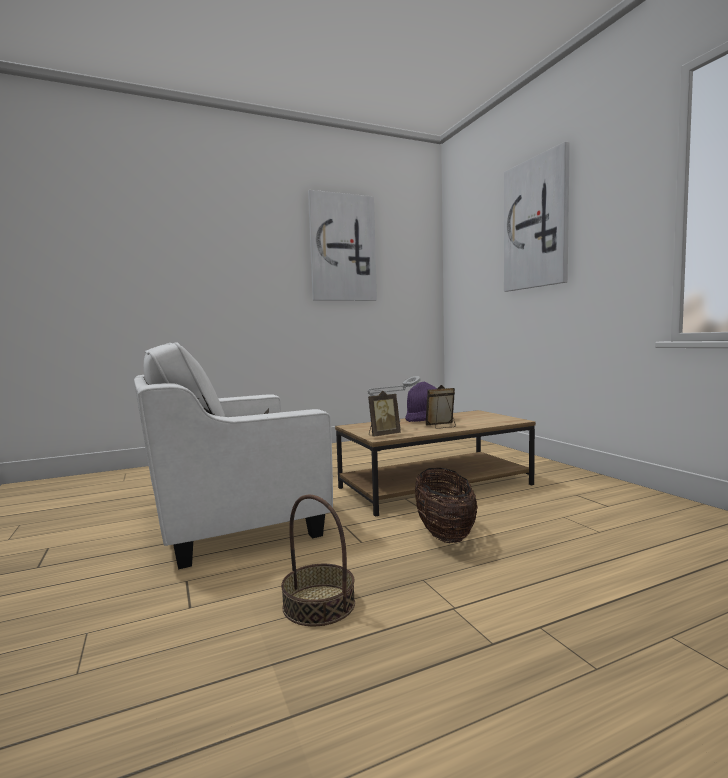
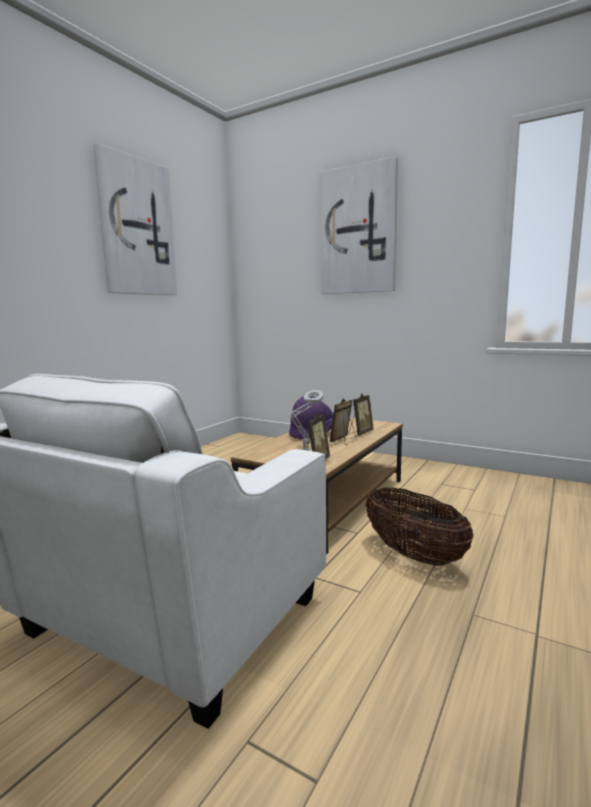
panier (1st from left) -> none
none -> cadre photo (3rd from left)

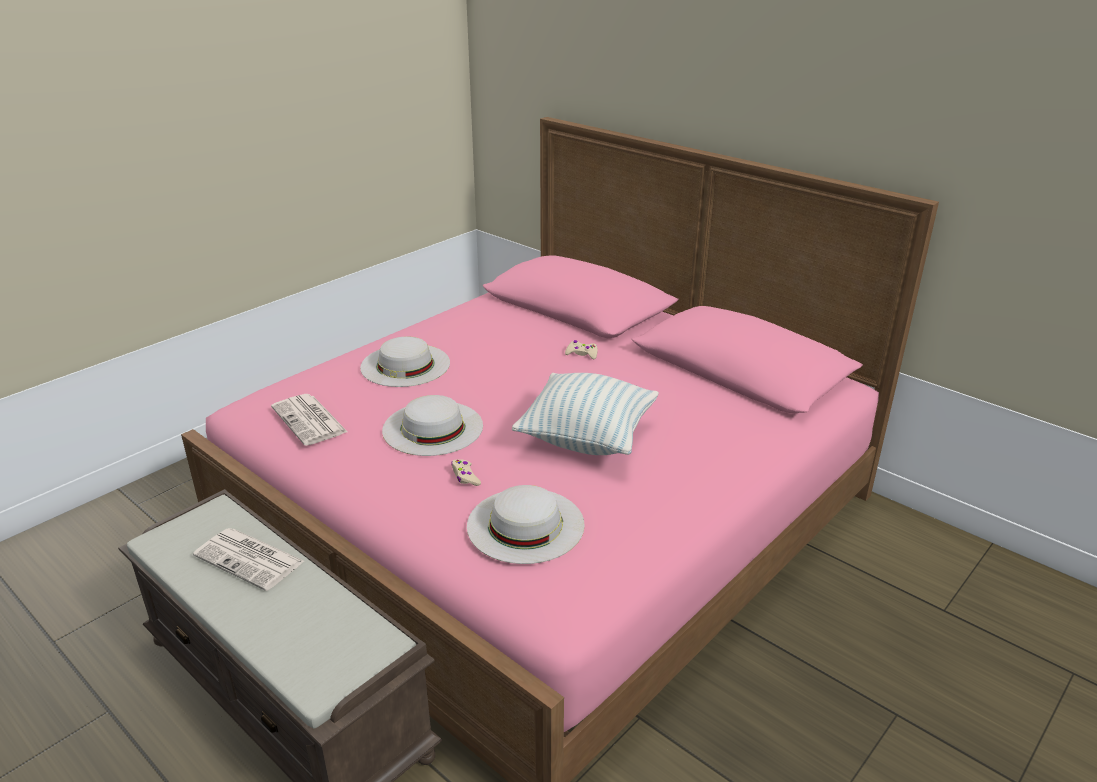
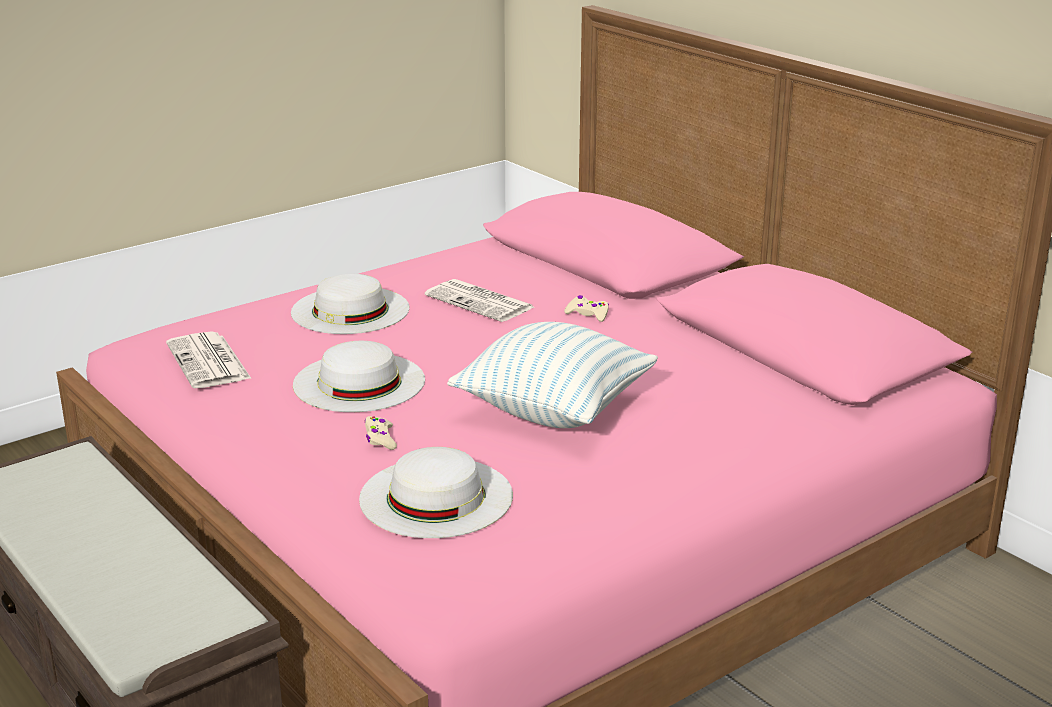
journal (1st from left in the first image) -> journal (2nd from left), moved

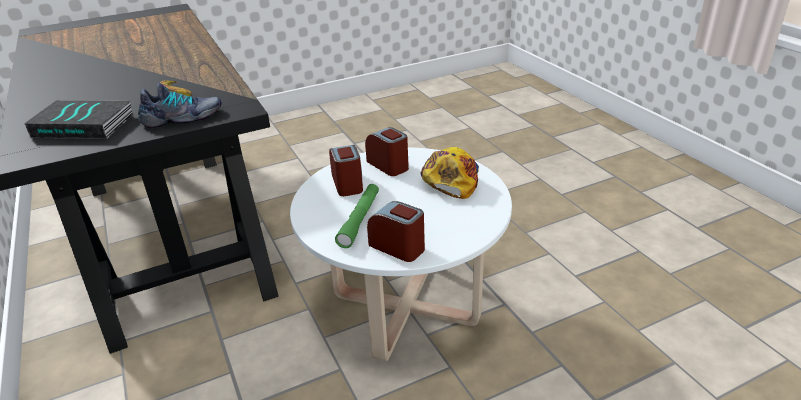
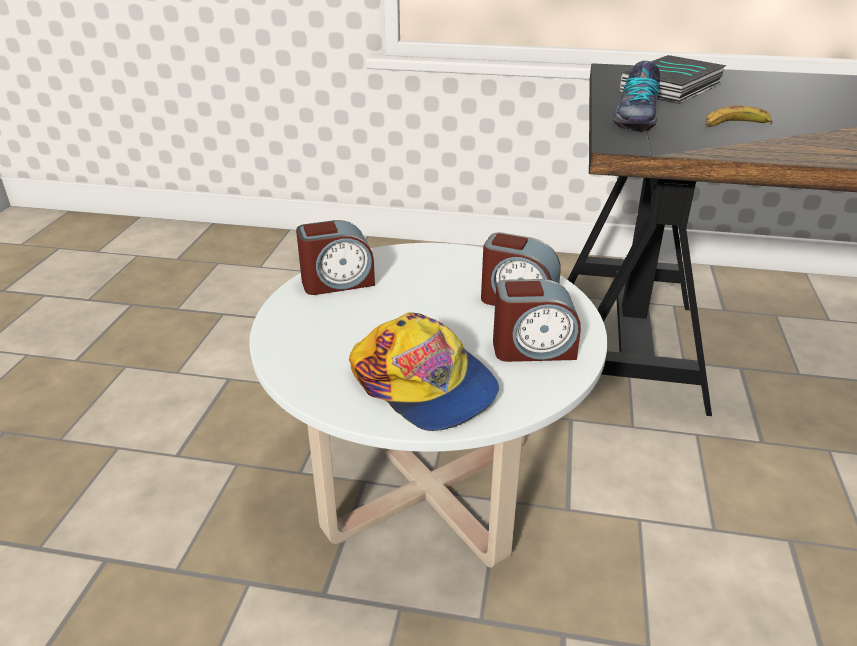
lampe de poche [vert] -> none

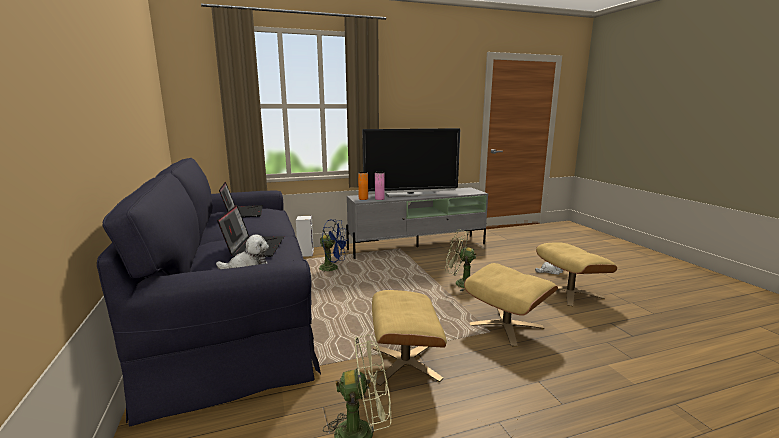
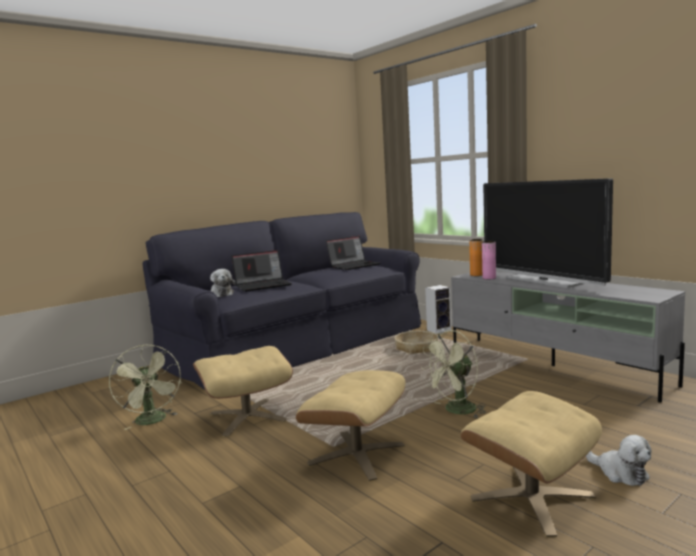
ventilateur [bleu] -> panier
ventilateur [vert] (2nd from left), 120 degrees counterclockwise

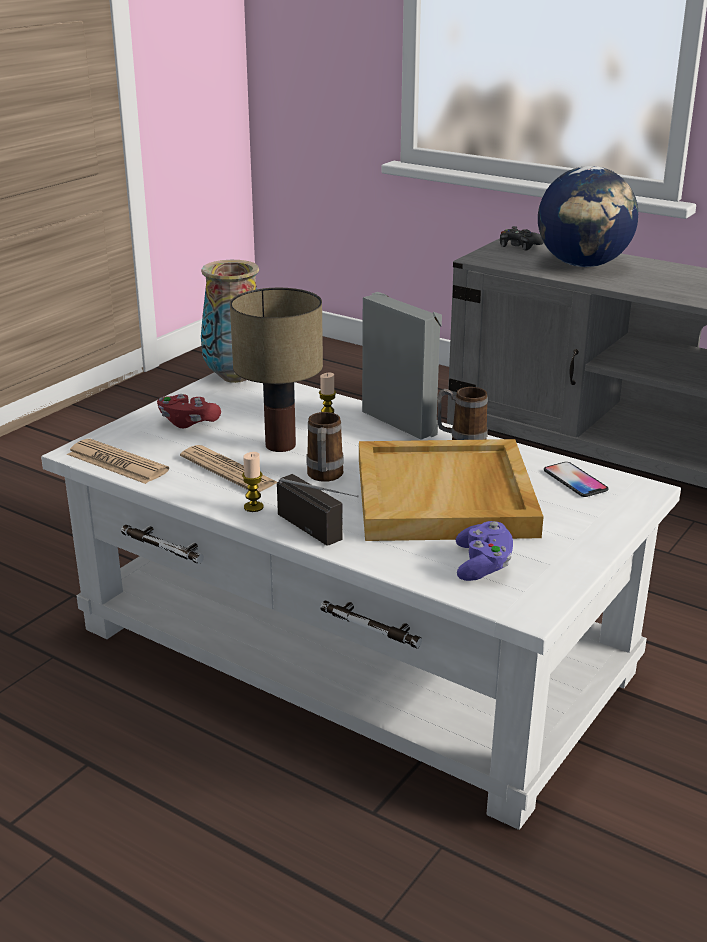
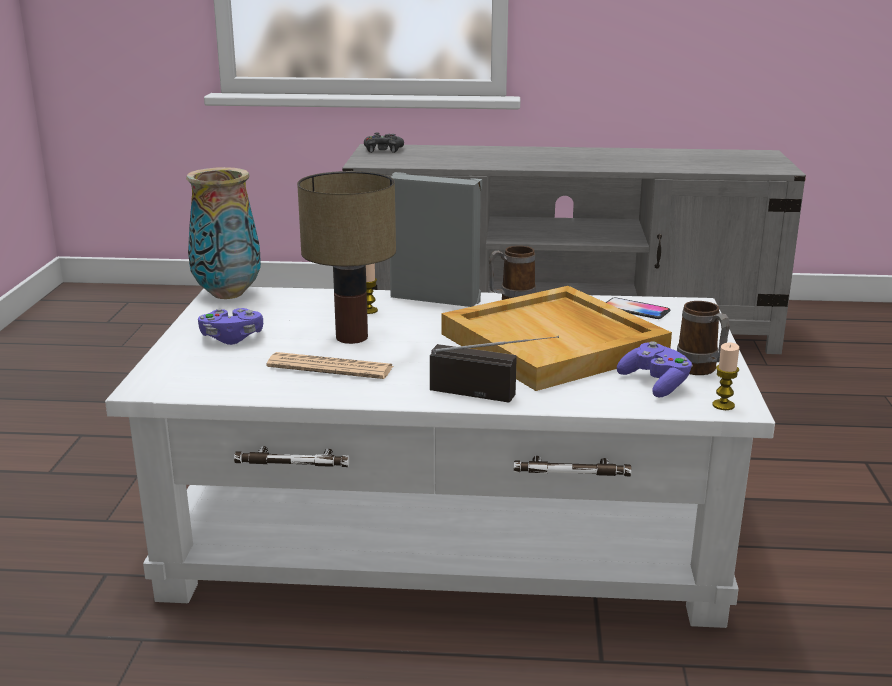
globe -> none
manette [rouge] -> manette [violet] (1st from left)
mug (1st from left in the first image) -> mug (2nd from left), moved
journal (1st from left) -> none
bougie (1st from left in the first image) -> bougie (2nd from left), moved

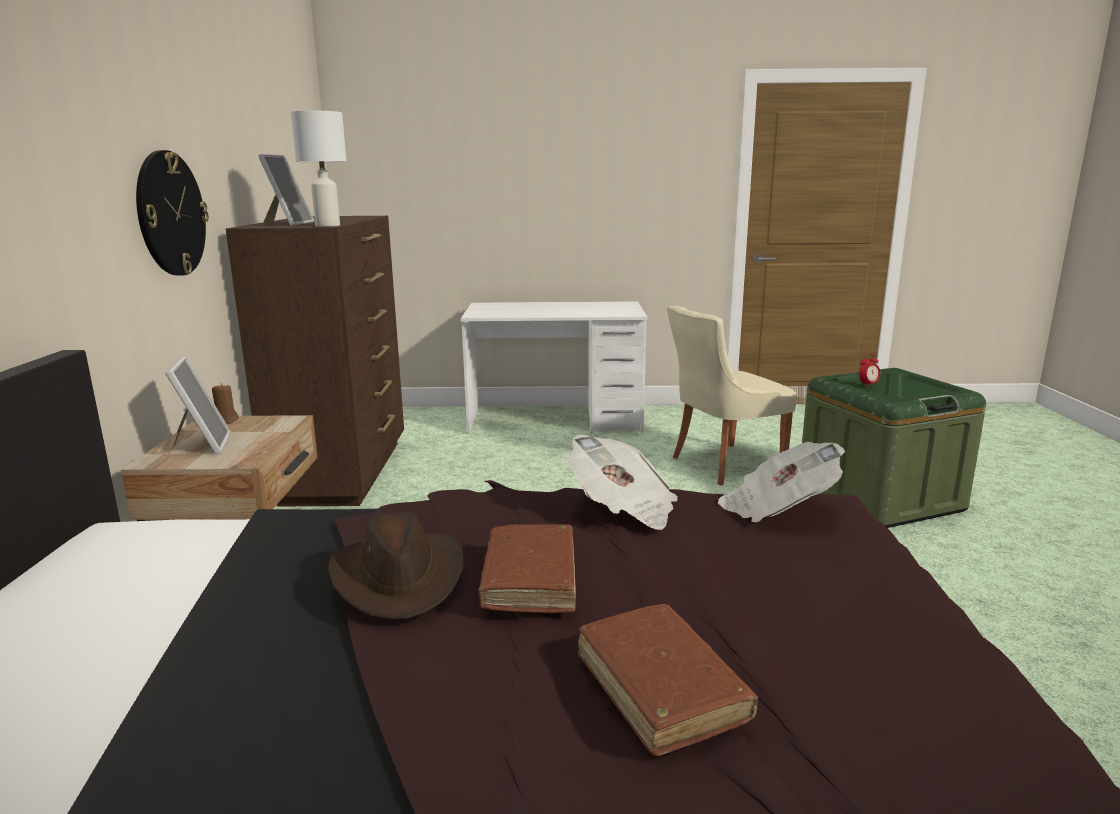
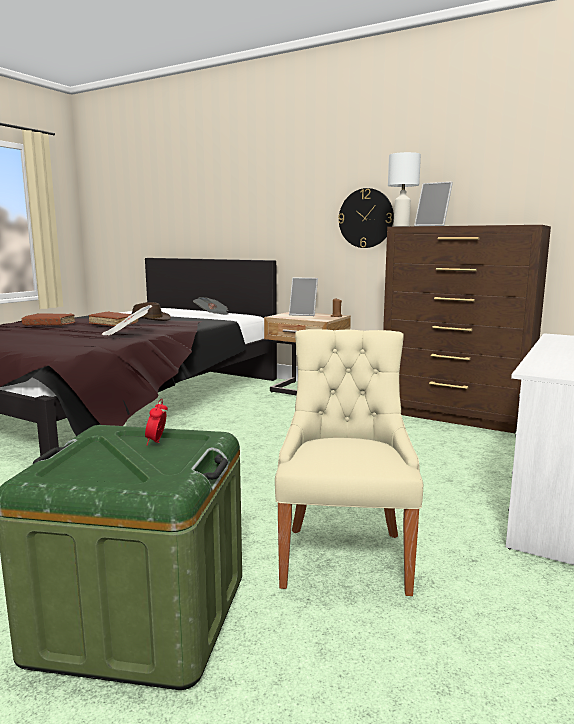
journal (2nd from left), moved

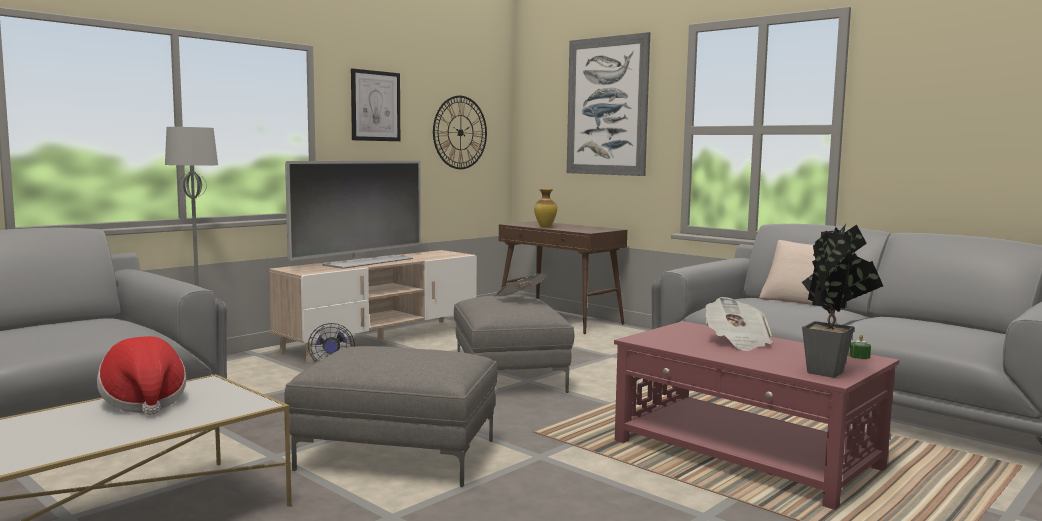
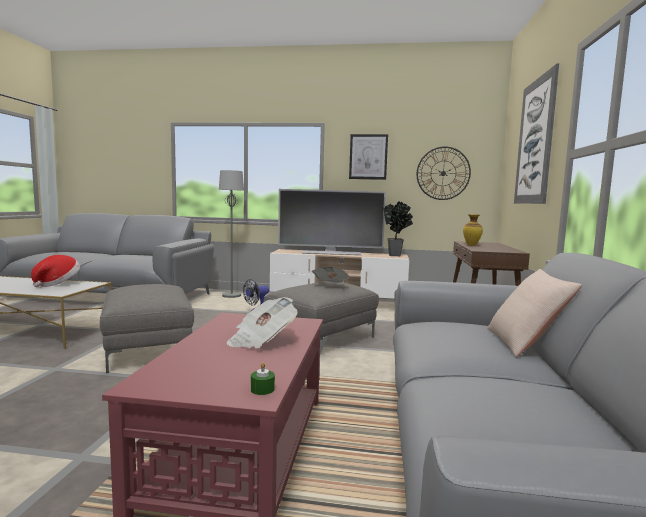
plante en pot, moved

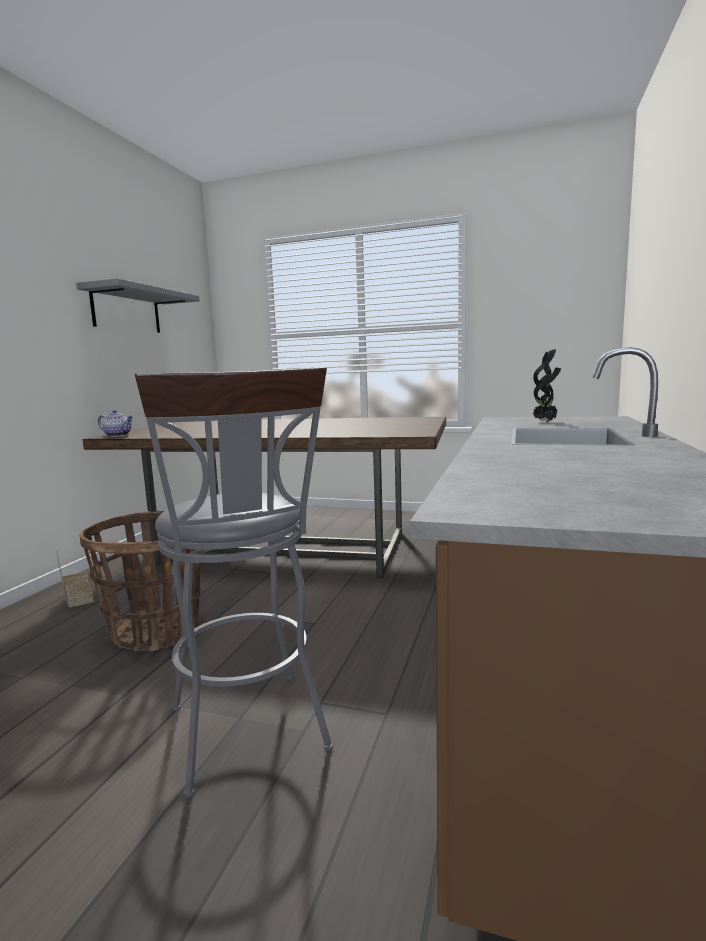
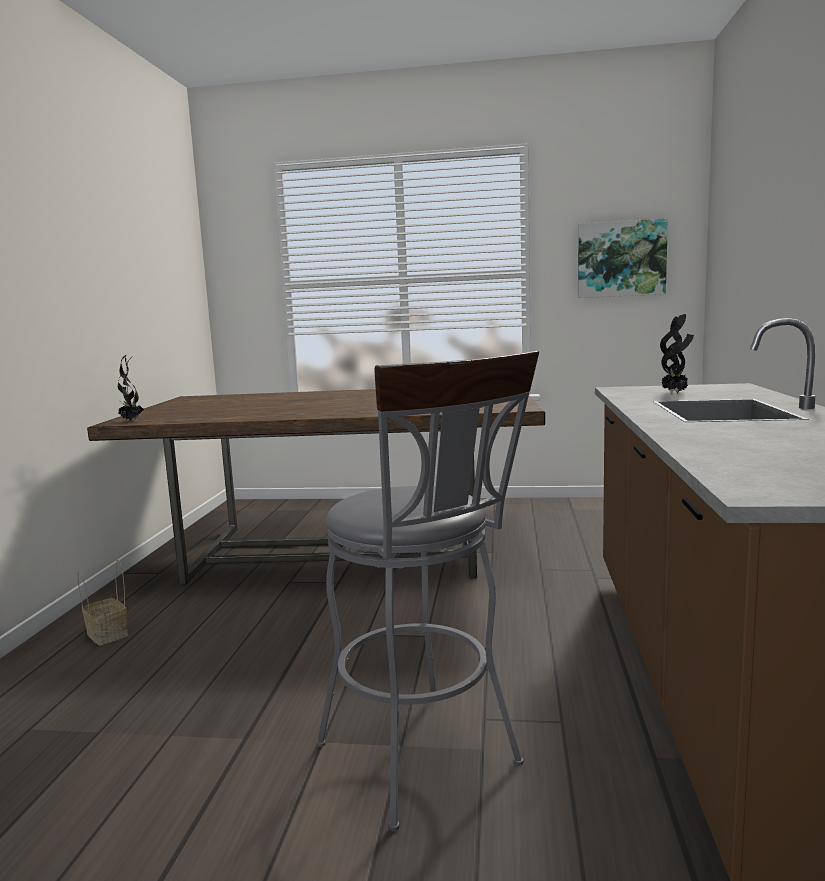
étagère [gris] -> none
théière -> plante en pot (1st from left)
panier (2nd from left) -> none
none -> tableau

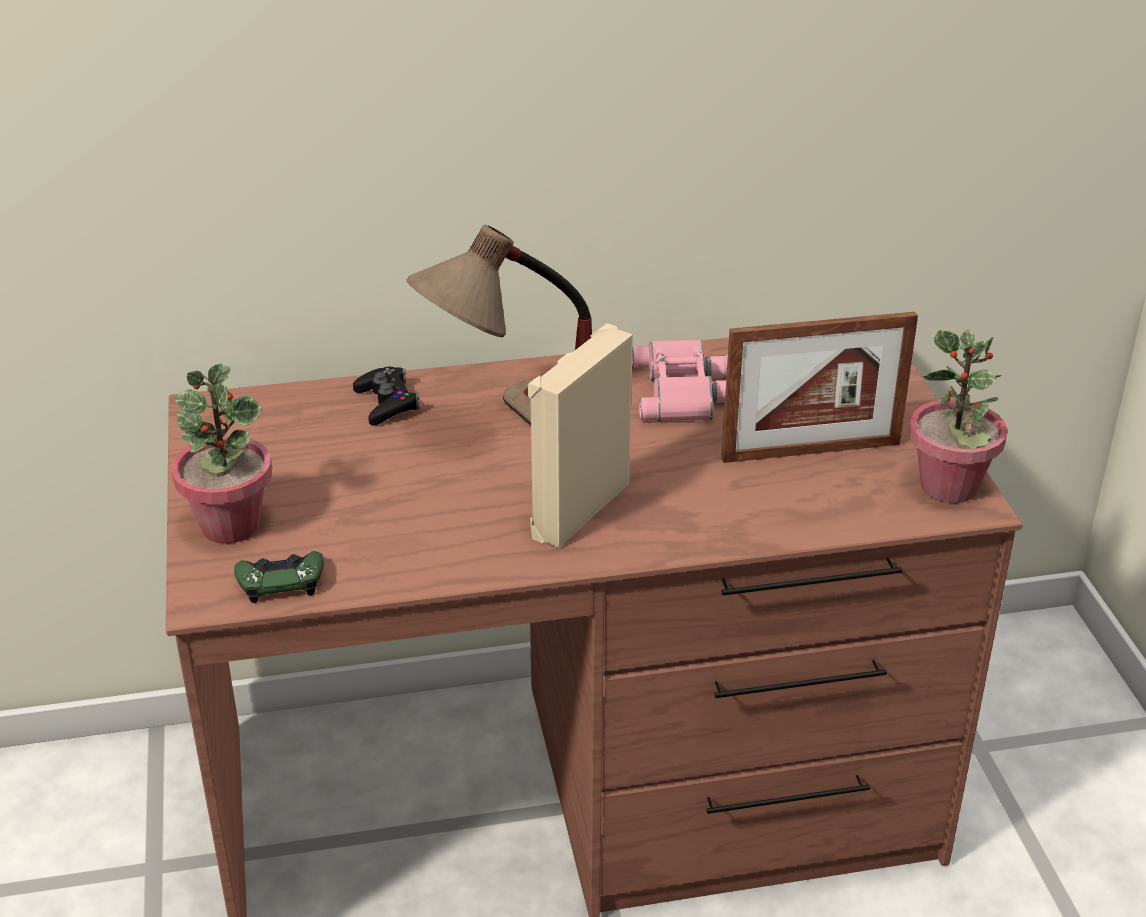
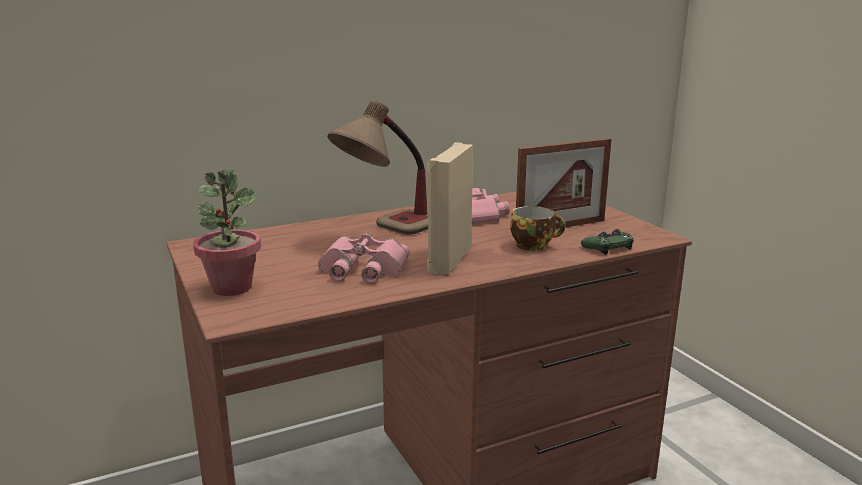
plante en pot (2nd from left) -> none
manette [noir] -> none
manette [vert], moved
none -> tasse
none -> jumelles [rose] (1st from left)

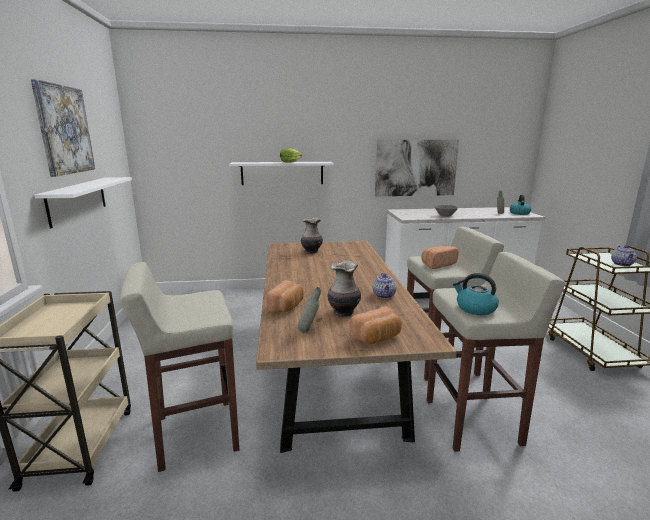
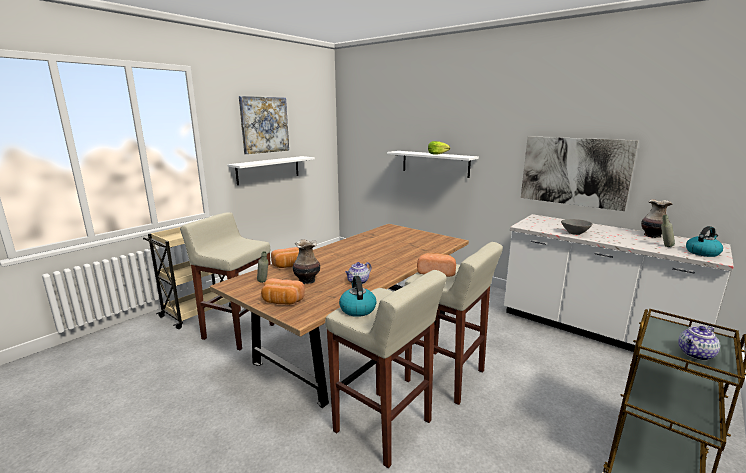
vase (1st from left in the first image) -> vase (2nd from left), moved

